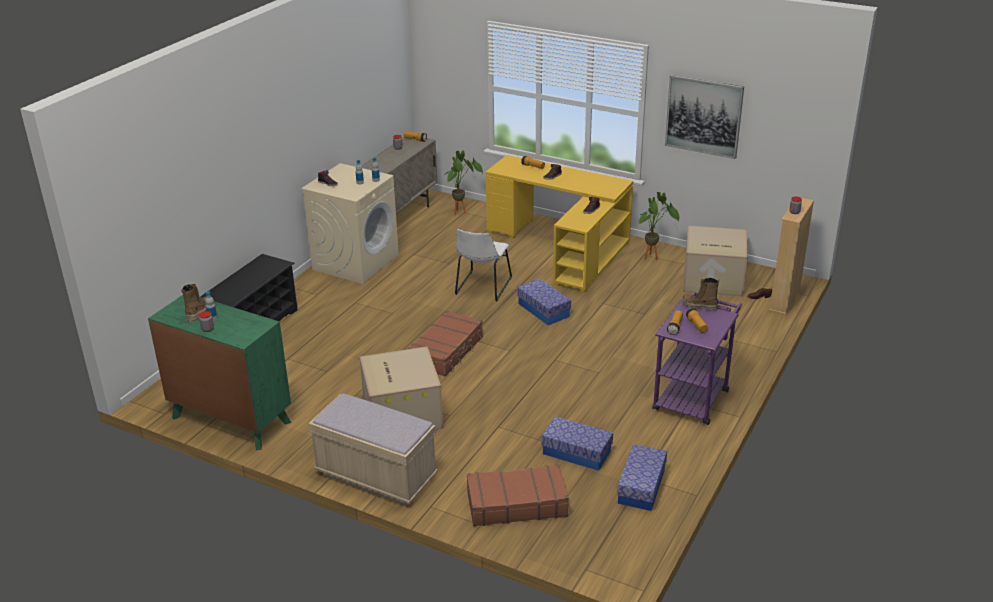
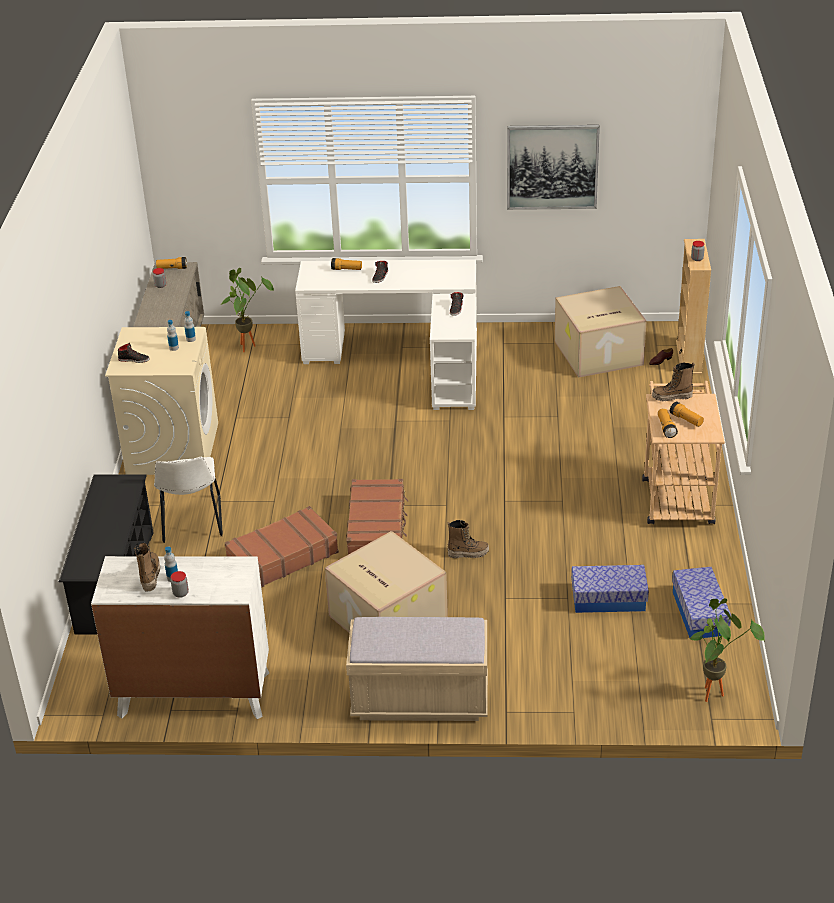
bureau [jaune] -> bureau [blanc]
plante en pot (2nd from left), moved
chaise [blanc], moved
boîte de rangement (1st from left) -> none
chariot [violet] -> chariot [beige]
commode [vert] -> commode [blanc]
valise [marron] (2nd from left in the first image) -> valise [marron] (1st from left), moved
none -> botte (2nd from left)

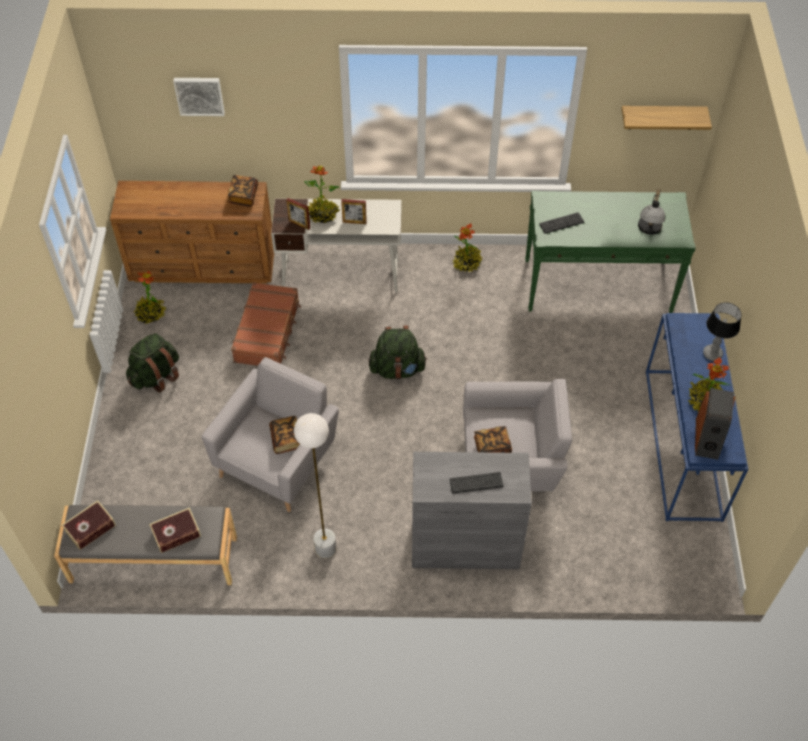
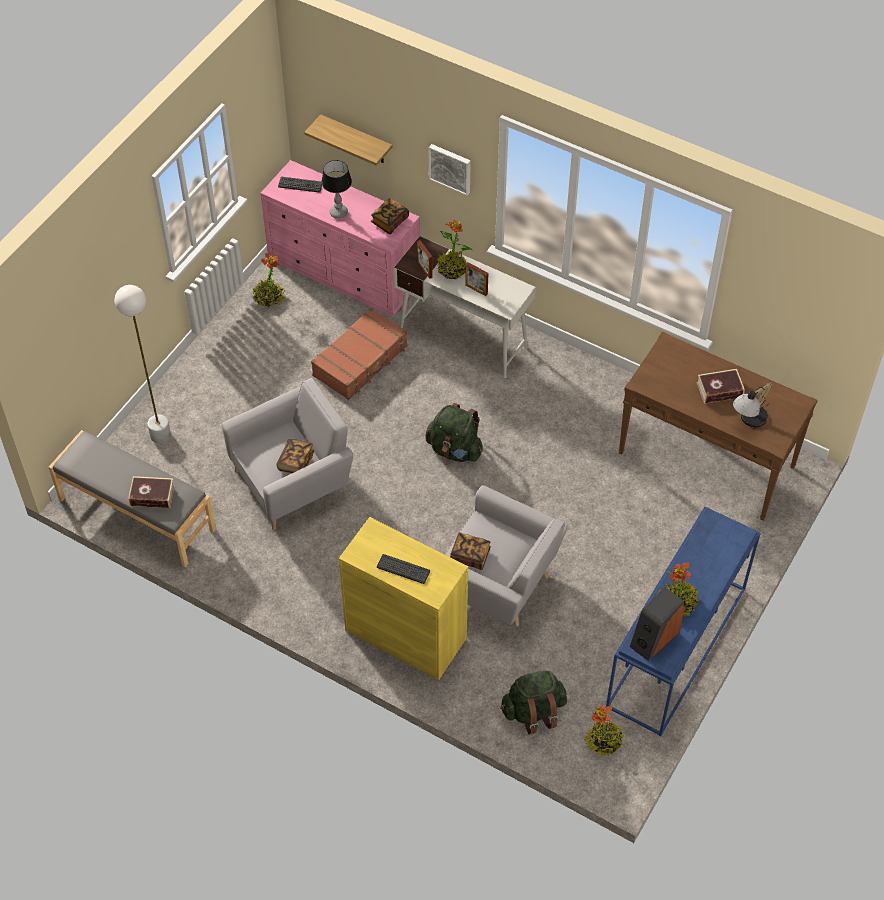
tableau, moved
étagère, moved
commode [marron] -> commode [rose]
table console [vert] -> table console [marron]
clavier (2nd from left in the first image) -> clavier (1st from left), moved
plante en pot (3rd from left), moved
lampe de table (2nd from left in the first image) -> lampe de table (1st from left), moved
sac à dos [vert] (1st from left in the first image) -> sac à dos [vert] (2nd from left), moved
lampadaire [blanc], moved
meuble de rangement [gris] -> meuble de rangement [jaune]
livre (1st from left in the first image) -> livre (5th from left), moved

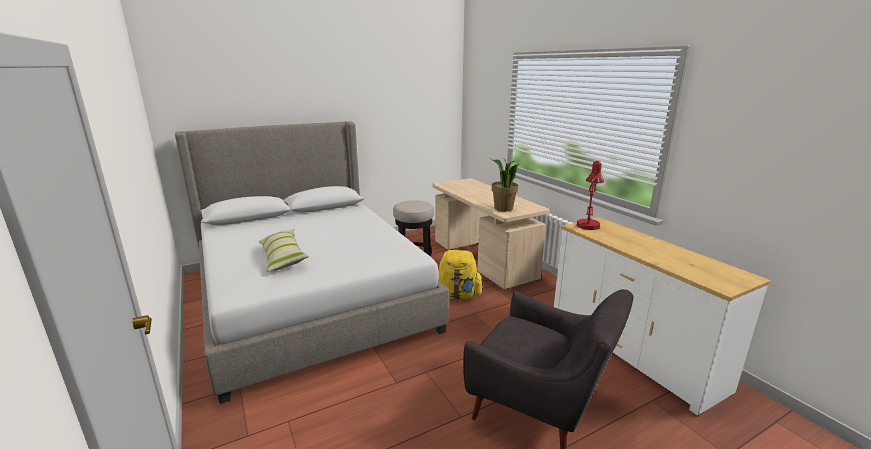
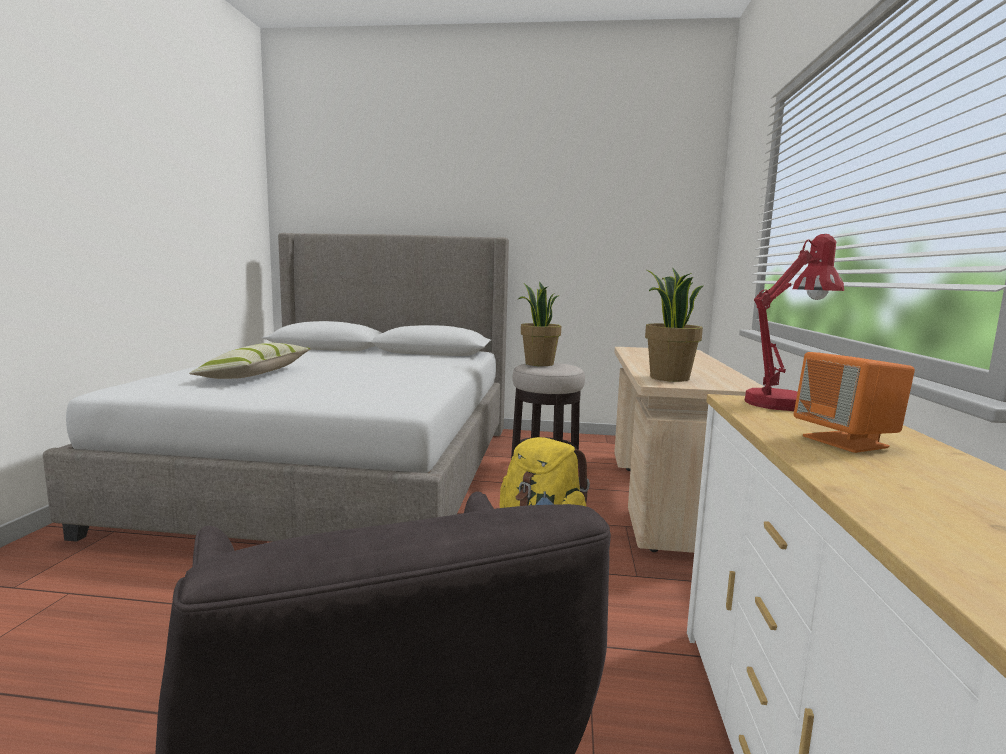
none -> plante en pot (1st from left)
none -> enceinte [orange]

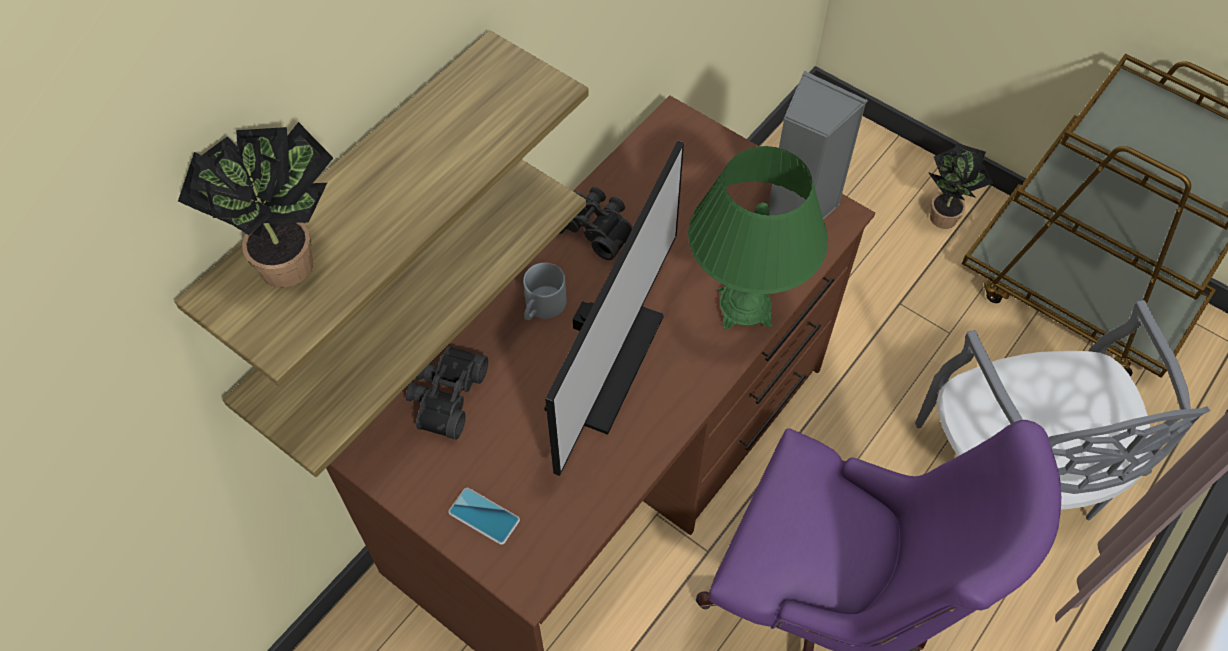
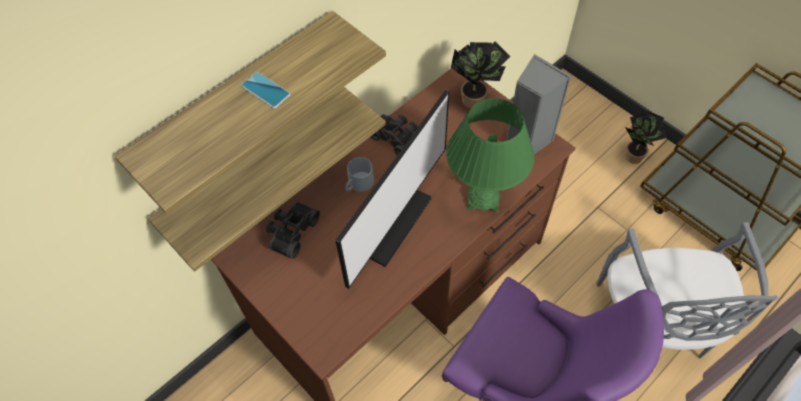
plante en pot (1st from left), moved
téléphone, moved

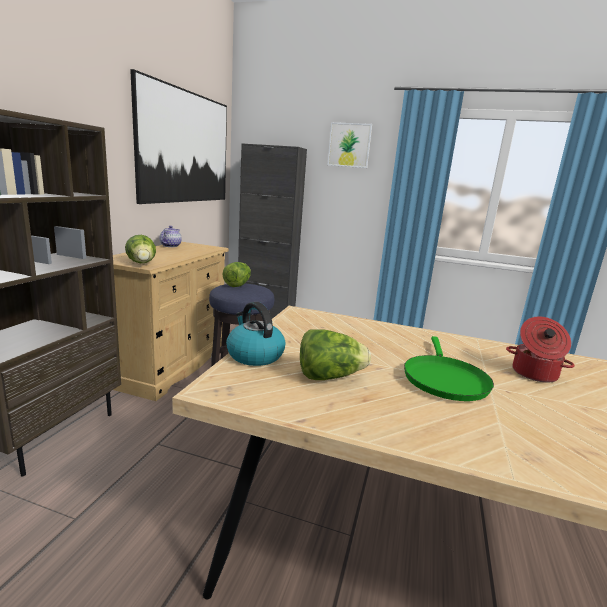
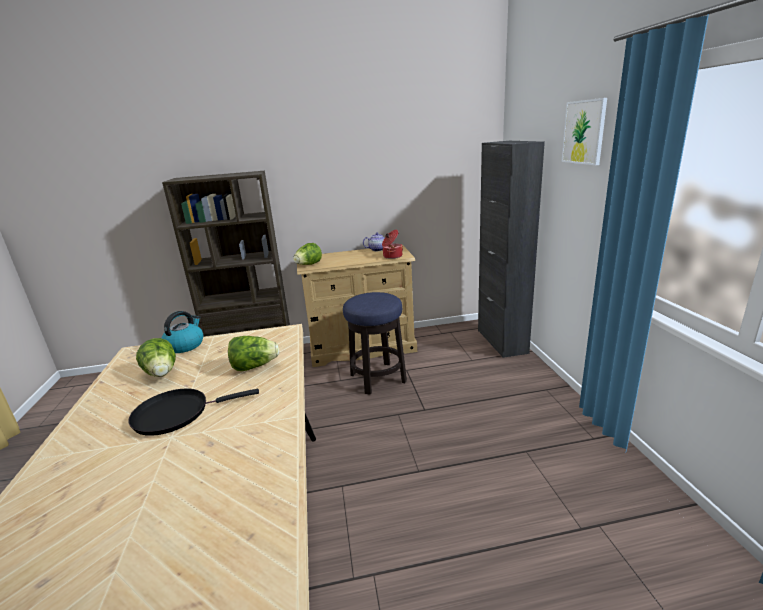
tableau (1st from left) -> none
laitue (2nd from left), moved
marmite, moved
poêle [vert] -> poêle [noir]

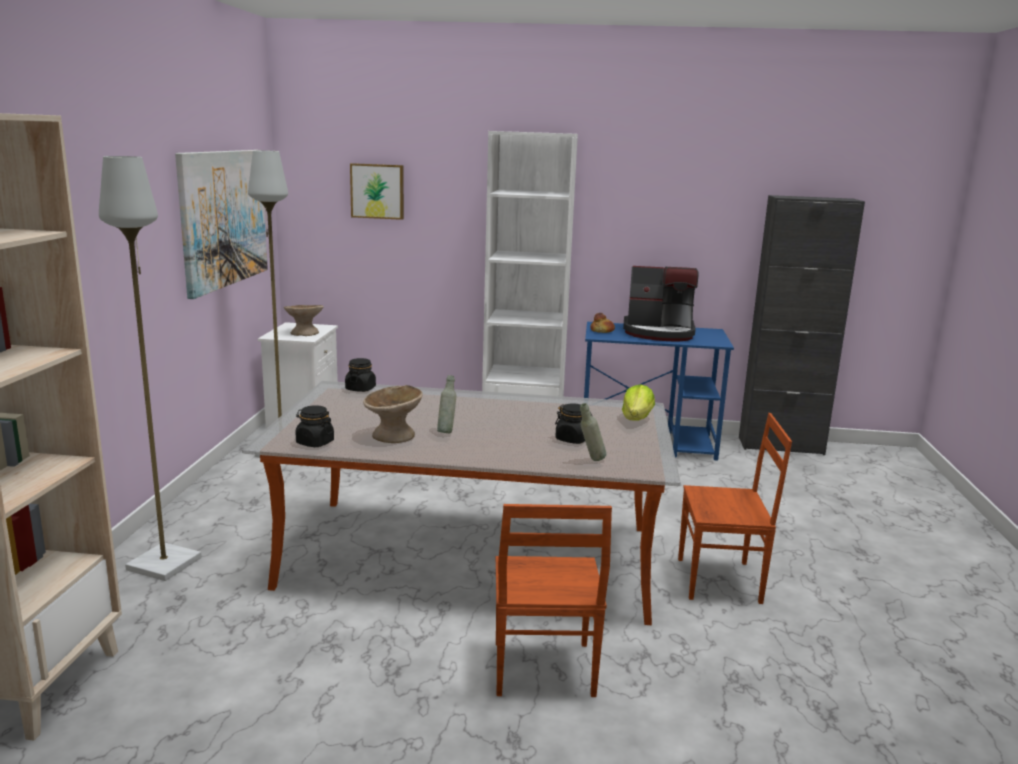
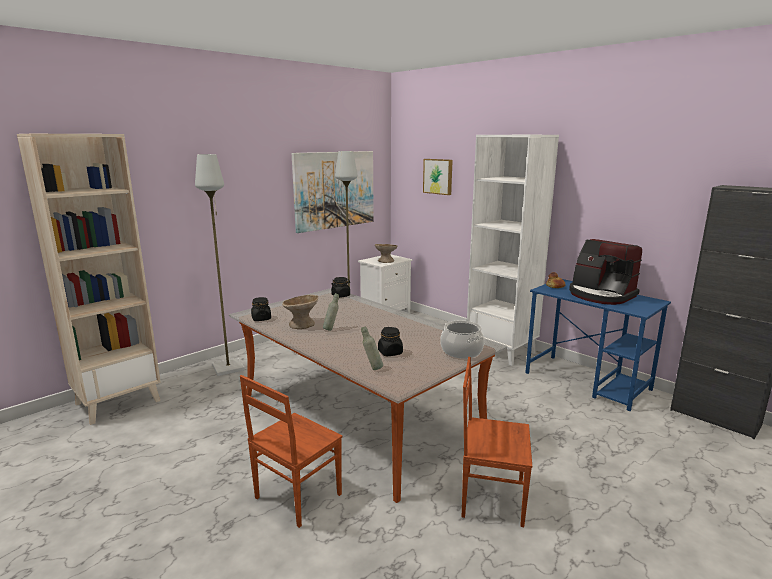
laitue -> marmite
chaise [marron] (2nd from left), 150 degrees clockwise

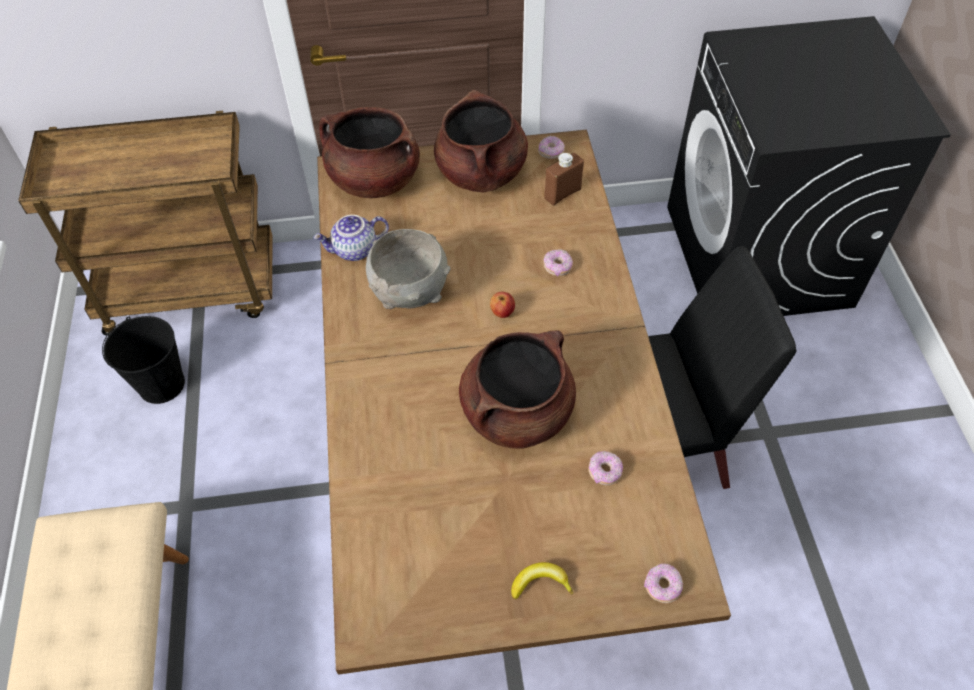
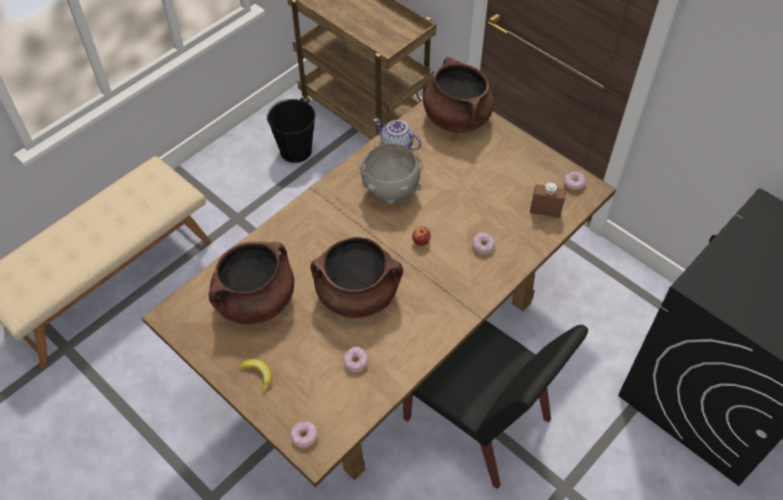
marmite [marron] (2nd from left in the first image) -> marmite [marron] (1st from left), moved

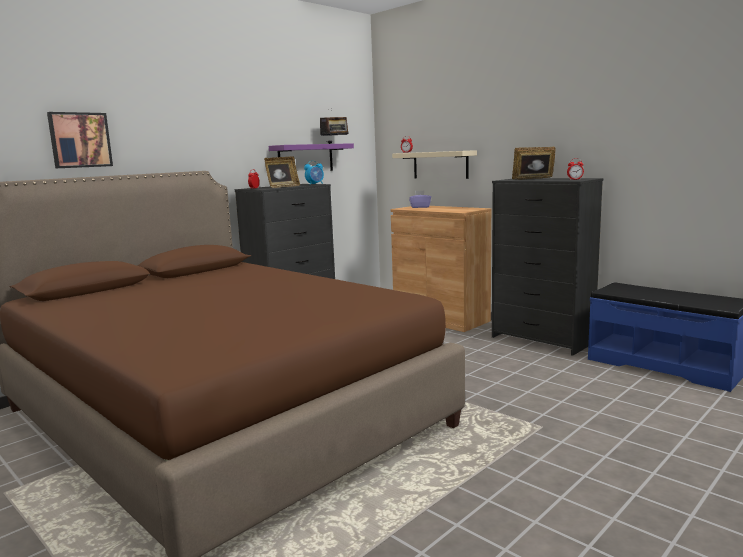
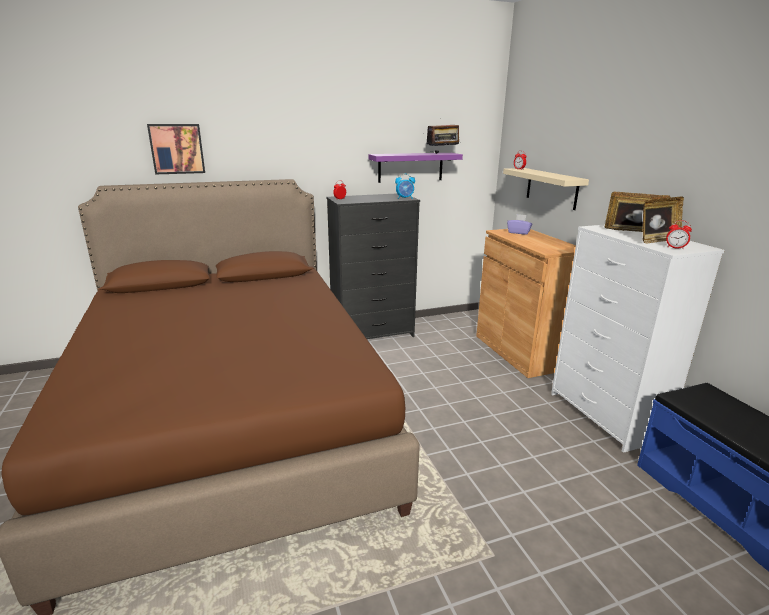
cadre photo (1st from left in the first image) -> cadre photo (2nd from left), moved
commode [noir] (2nd from left) -> commode [blanc]

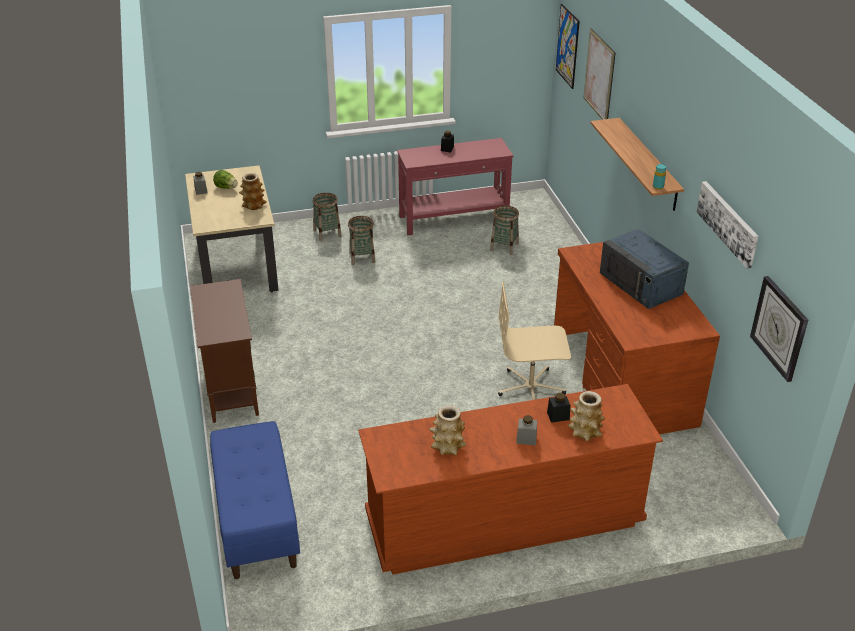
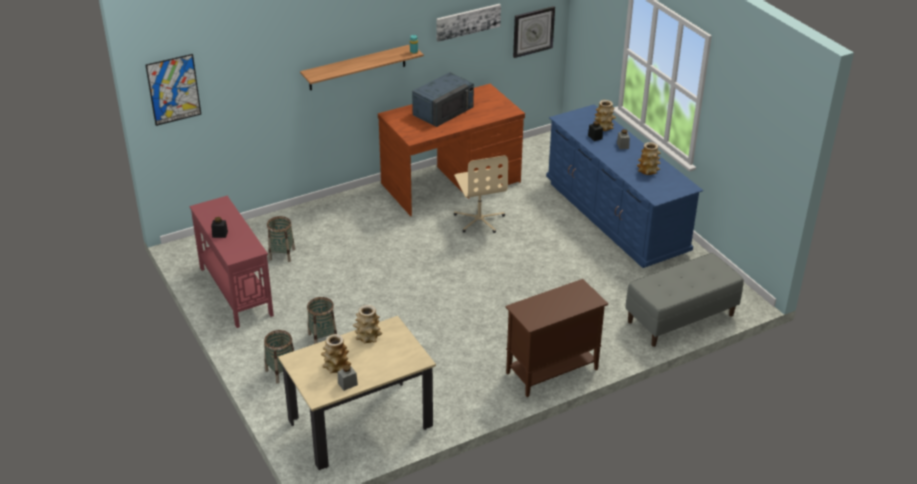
tableau (2nd from left) -> none
laitue -> vase (1st from left)
commode [marron] -> commode [bleu]
banc [bleu] -> banc [gris]

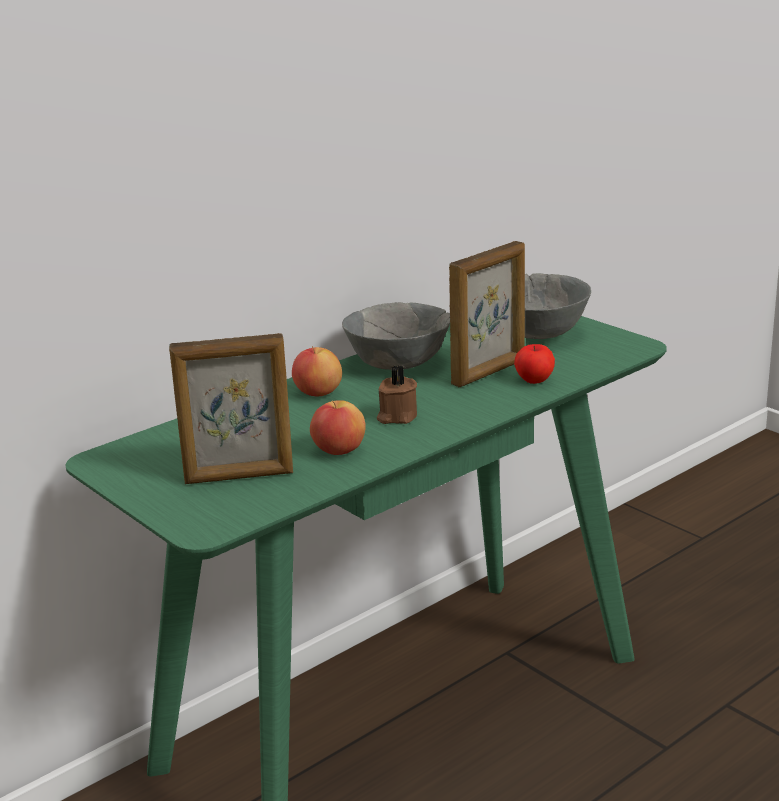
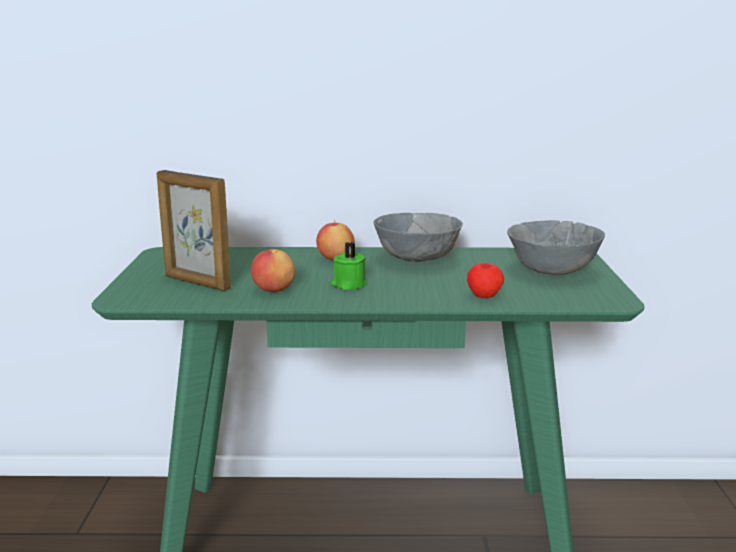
cadre photo (2nd from left) -> none
bougie [marron] -> bougie [vert]

